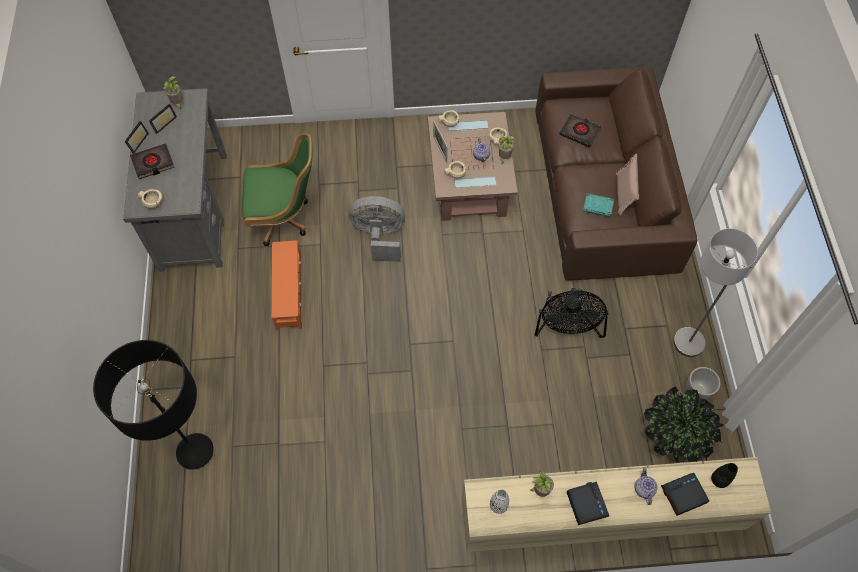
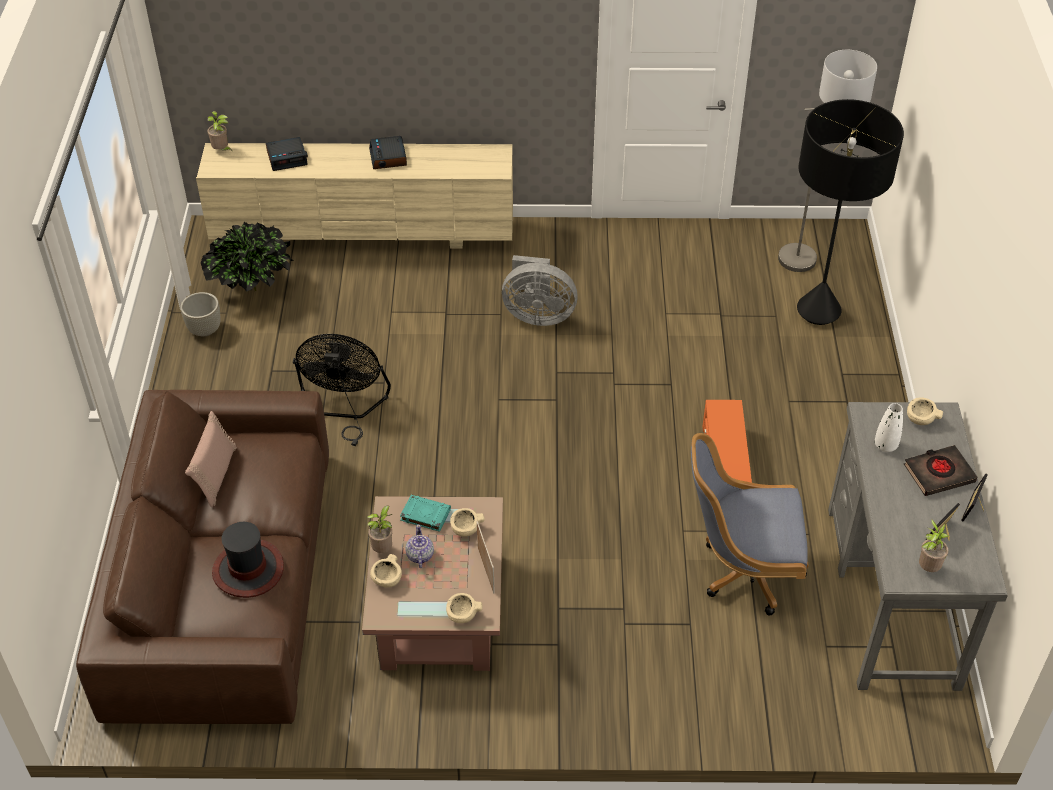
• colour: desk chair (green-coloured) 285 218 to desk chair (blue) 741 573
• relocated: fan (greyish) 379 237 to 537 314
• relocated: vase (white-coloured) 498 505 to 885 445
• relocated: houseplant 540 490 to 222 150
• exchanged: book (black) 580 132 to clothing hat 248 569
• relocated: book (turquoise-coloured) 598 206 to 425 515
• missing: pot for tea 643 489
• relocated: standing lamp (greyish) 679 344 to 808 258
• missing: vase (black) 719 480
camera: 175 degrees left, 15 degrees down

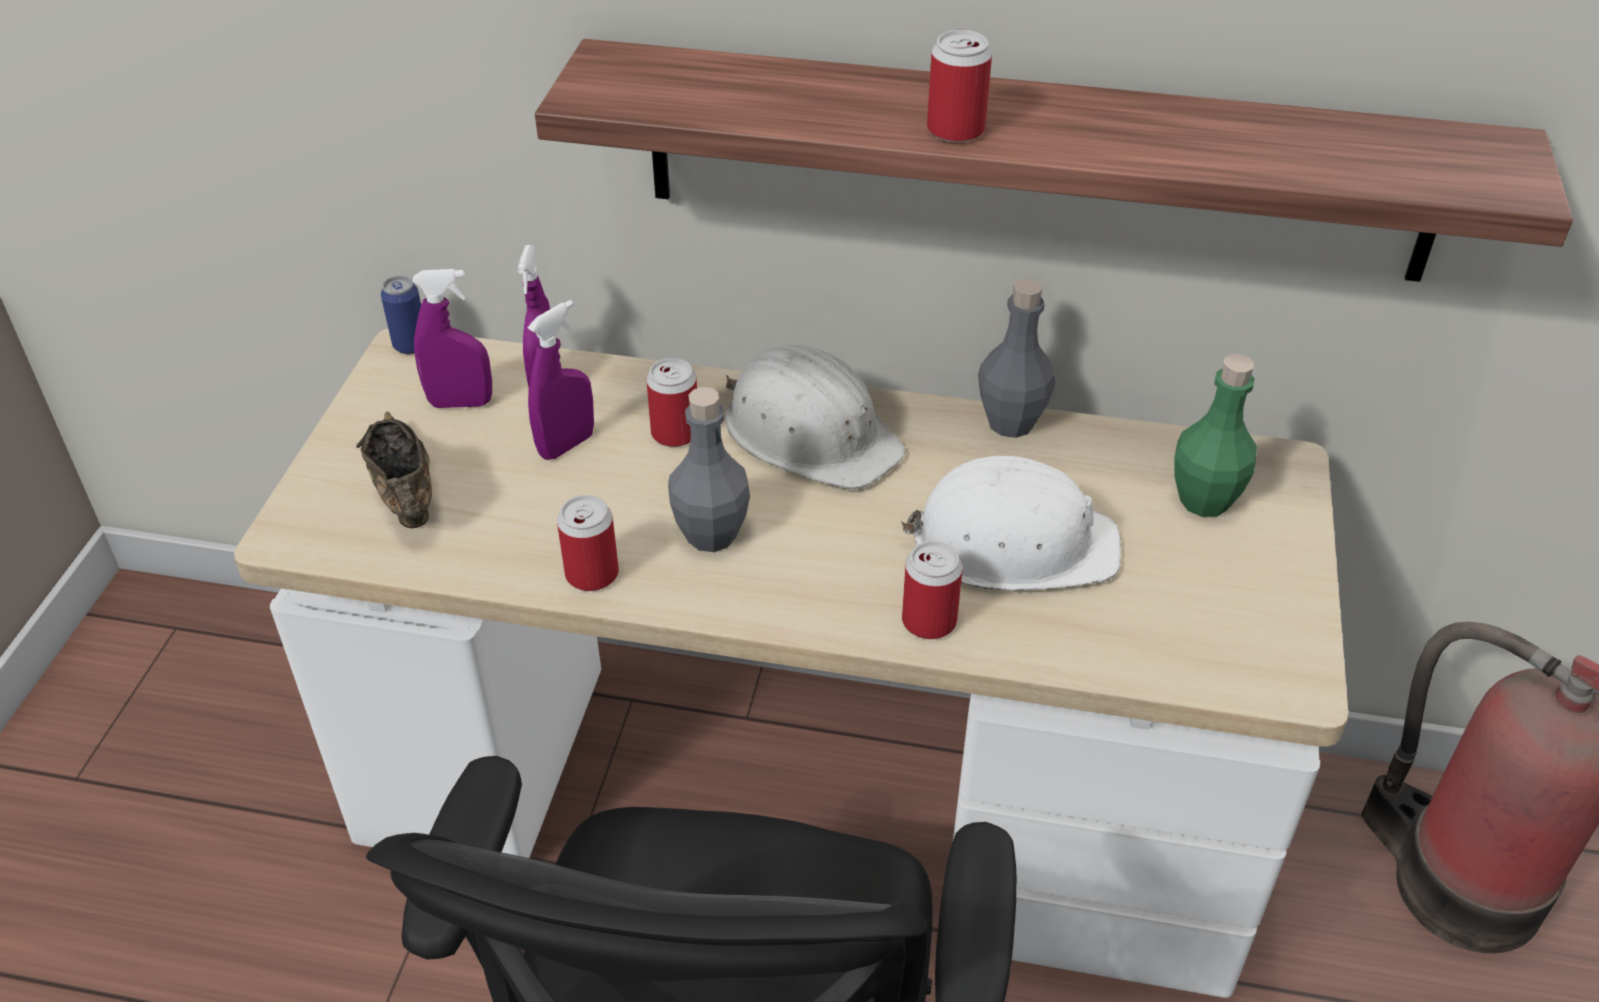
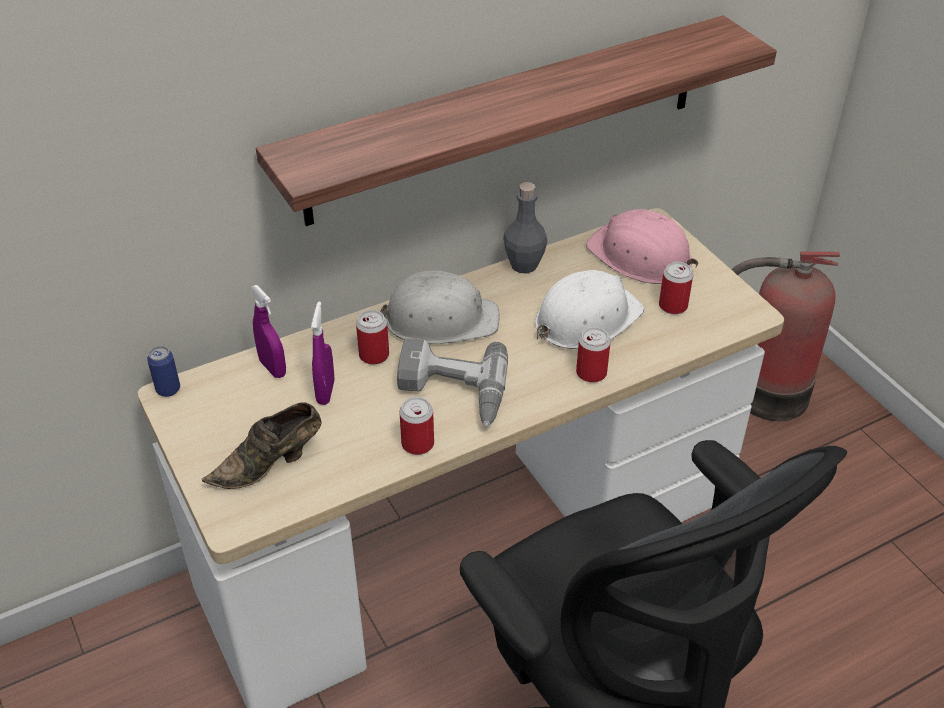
• spun: item of footwear (brown) 405 494 = 270 465 60 degrees counterclockwise
• missing: spray bottle (purple-coloured) 461 403
• exchanged: beverage bottle (greyish) 711 534 to electric drill 451 392
• relocated: metal can 955 130 to 673 306
• exchanged: beverage bottle (green-coloured) 1204 500 to hard hat (pink) 640 256
camera: 40 degrees left, 0 degrees up

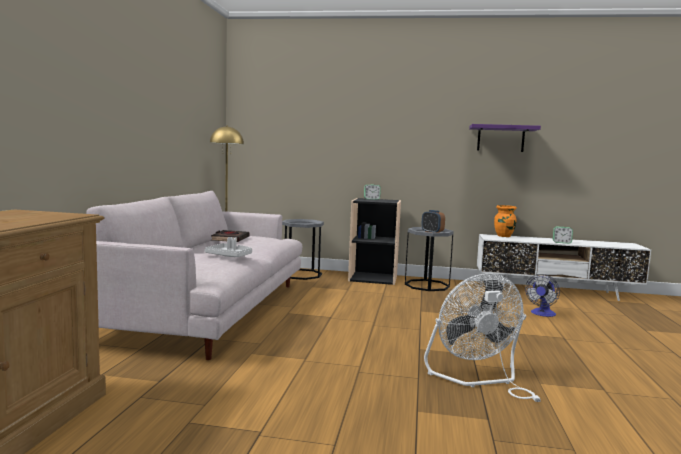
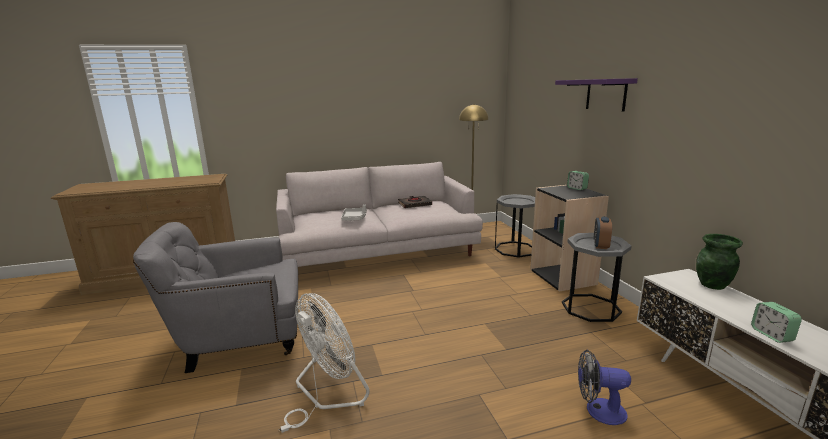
• relocated: wall shelf (purple-coloured) 500 138 to 606 94
• colour: vase (orange) 504 236 to vase (green-coloured) 712 285
• appeared: easy chair (greyish) 239 338
camera: 65 degrees right, 10 degrees up

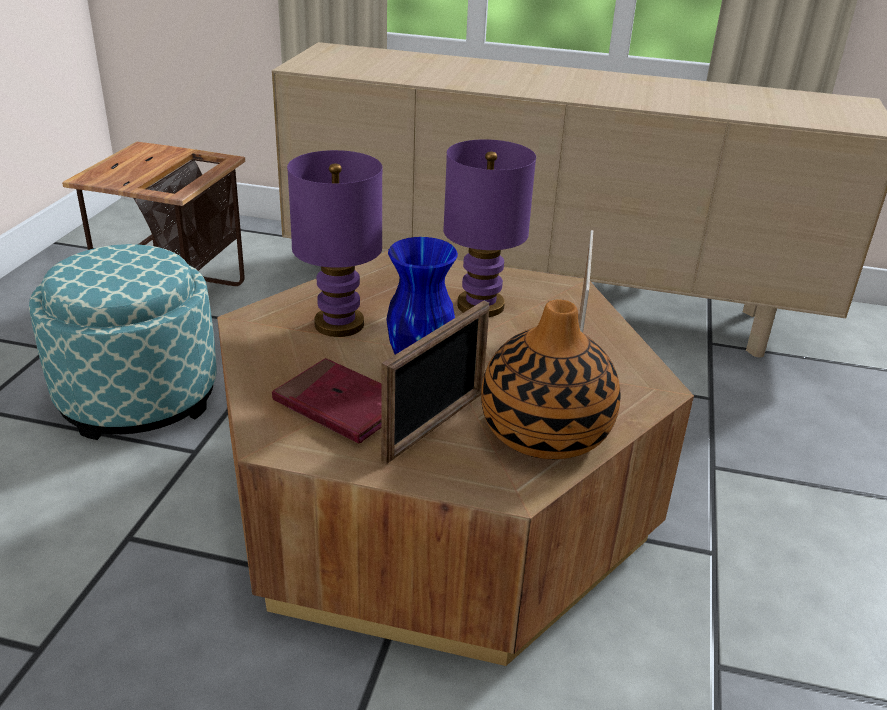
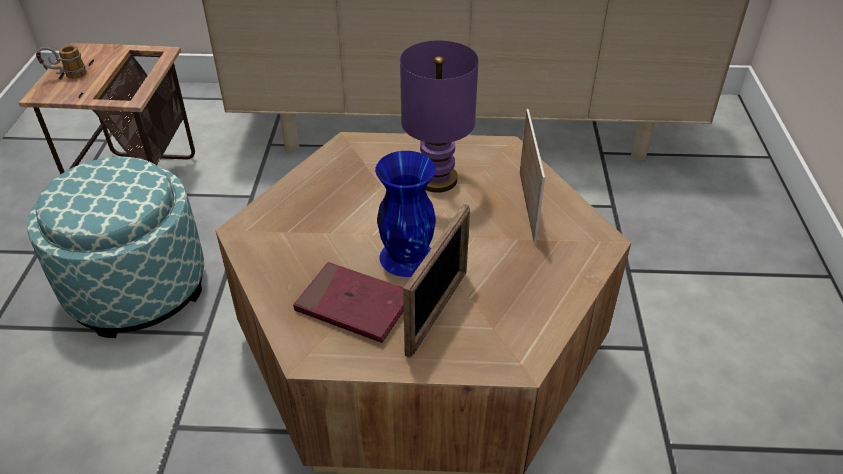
• missing: lamp for a table (purple-coloured) 338 324
• missing: vase 544 432
• appeared: coffee mug 66 76
camera: 10 degrees left, 10 degrees up

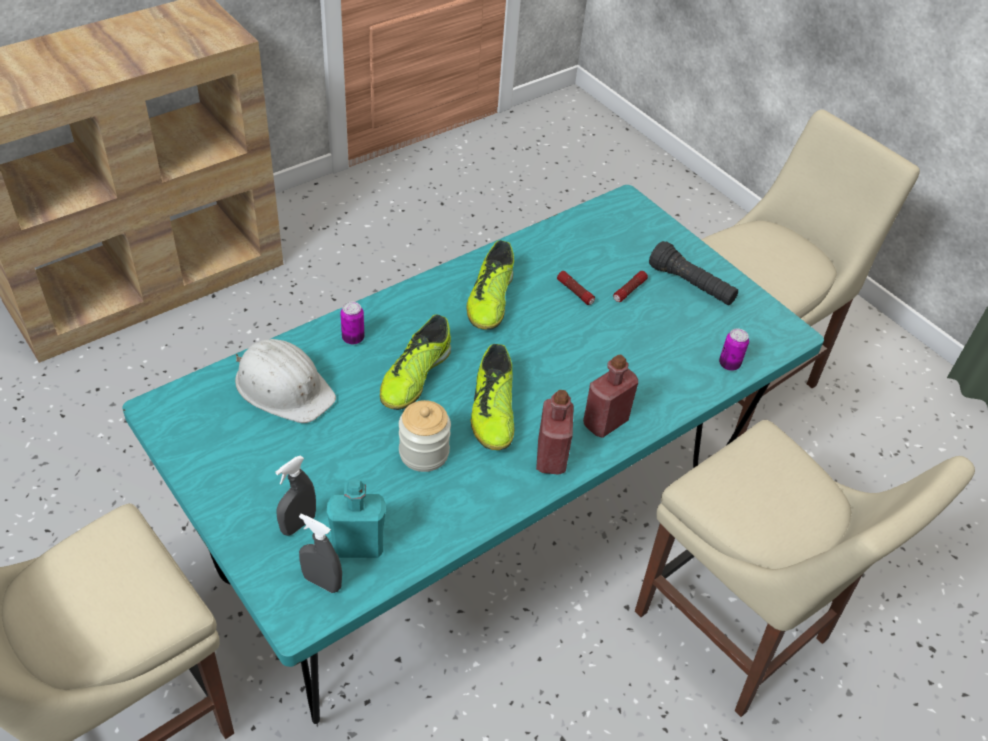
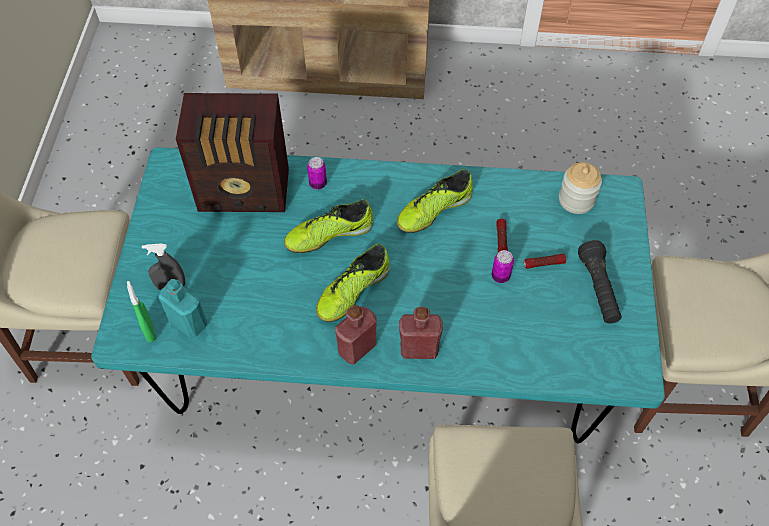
• exchanged: hard hat (white-coloured) 284 387 to radio set 246 192
• colour: spray bottle (greyish) 322 582 to spray bottle (green-coloured) 149 330
• relocated: preserve jar 424 453 to 576 200
• relocated: metal can 729 364 to 500 276
camera: 45 degrees right, 10 degrees up

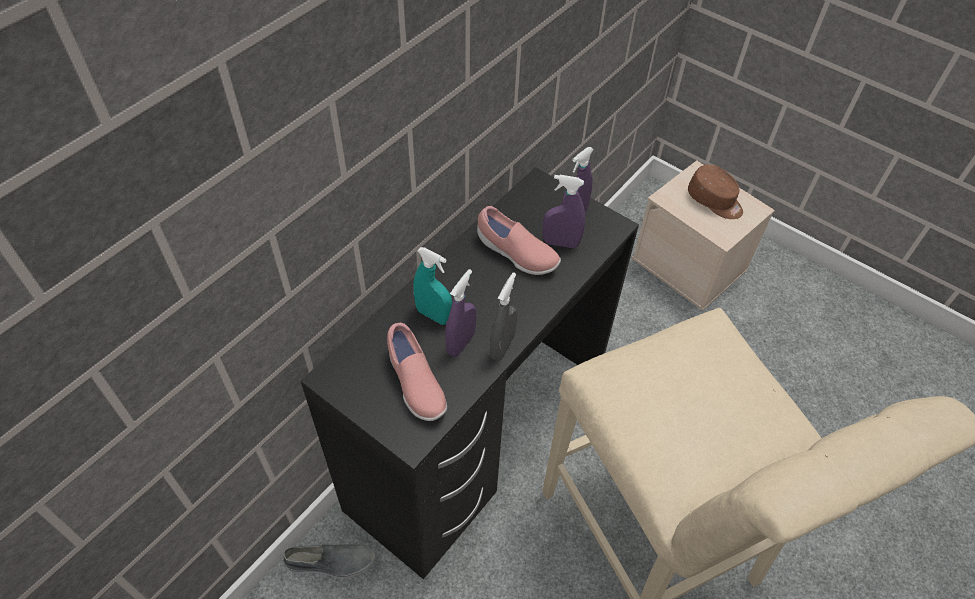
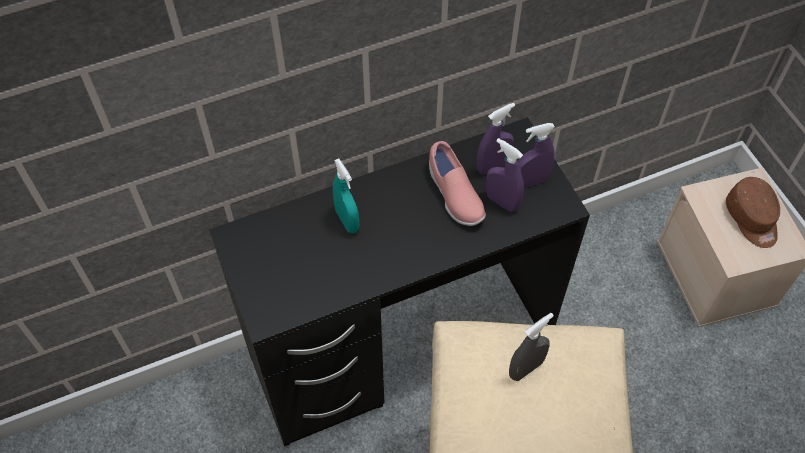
• missing: item of footwear (greyish) 331 563
• missing: item of footwear (pink) 415 384
• relocated: spray bottle (purple-coloured) 461 343 to 493 166
• relocated: spray bottle (greyish) 502 347 to 526 368
camera: 30 degrees right, 5 degrees up

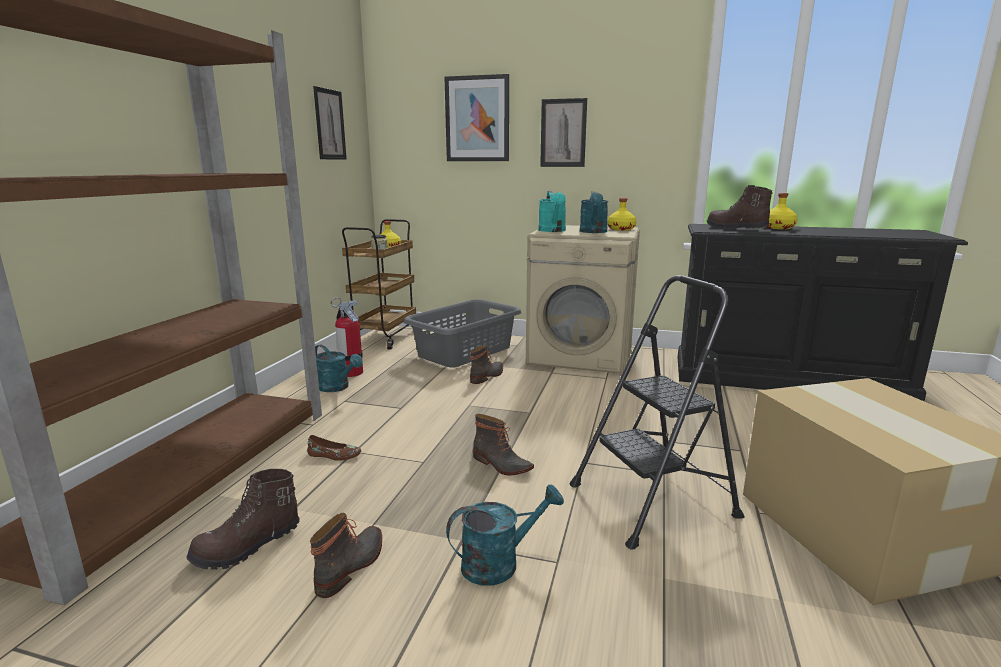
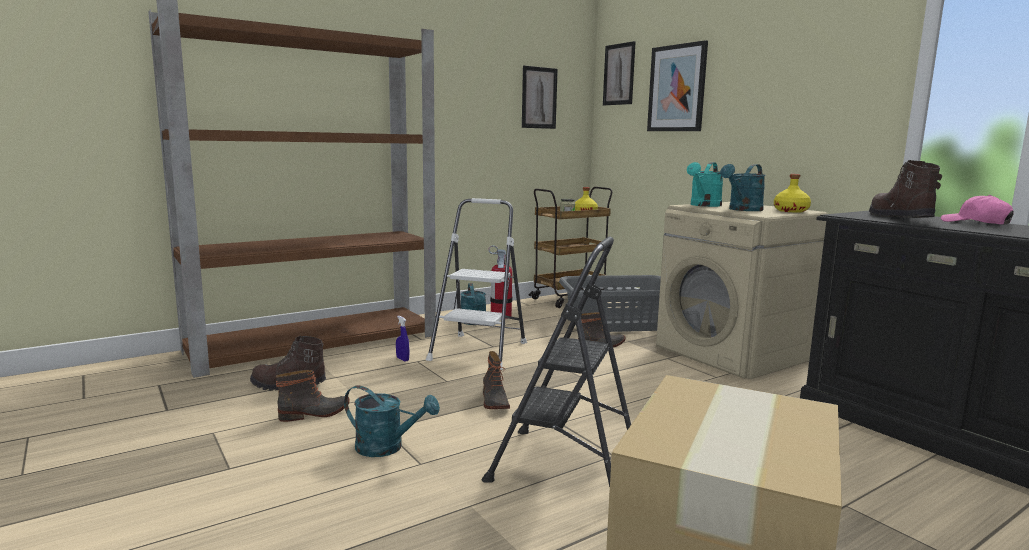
• exchanged: item of footwear (brown) 334 455 to spray bottle (blue) 402 359
• relocated: wall picture 563 133 to 619 74
• exchanged: beverage bottle (yellow) 778 228 to cap (pink) 975 223
• appeared: step ladder (white-coloured) 480 349
camera: 40 degrees right, 5 degrees down

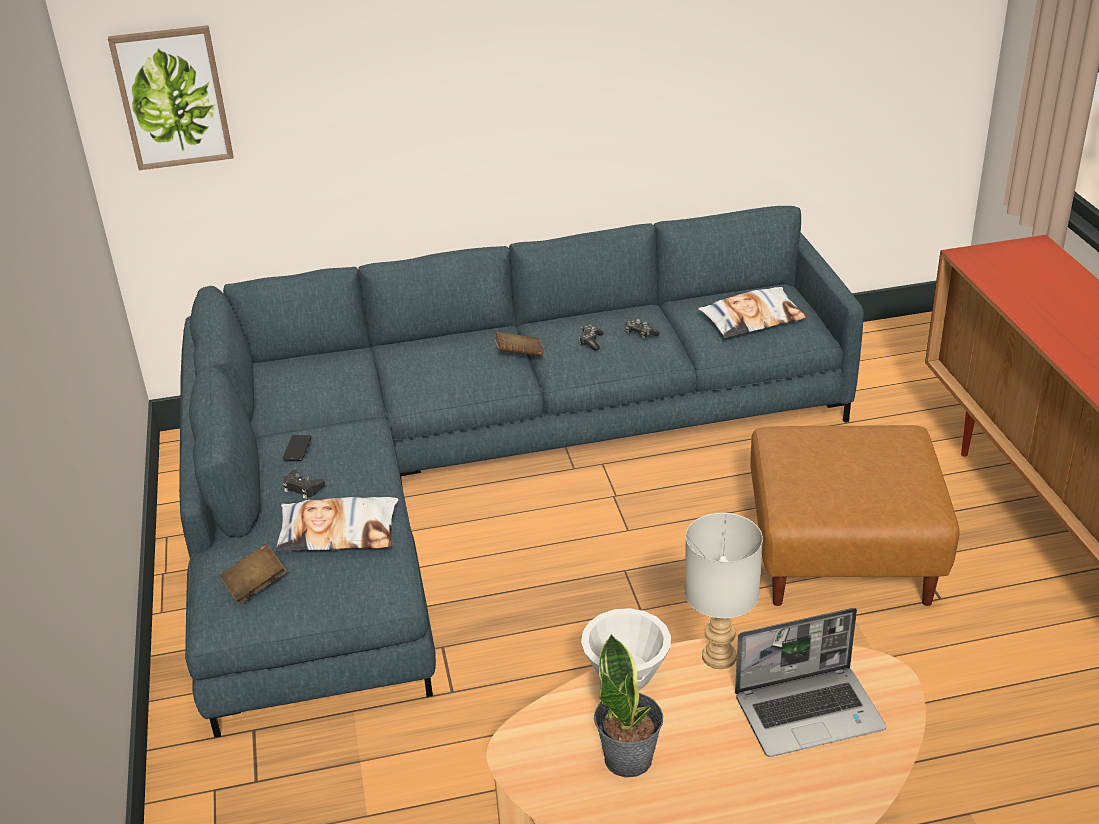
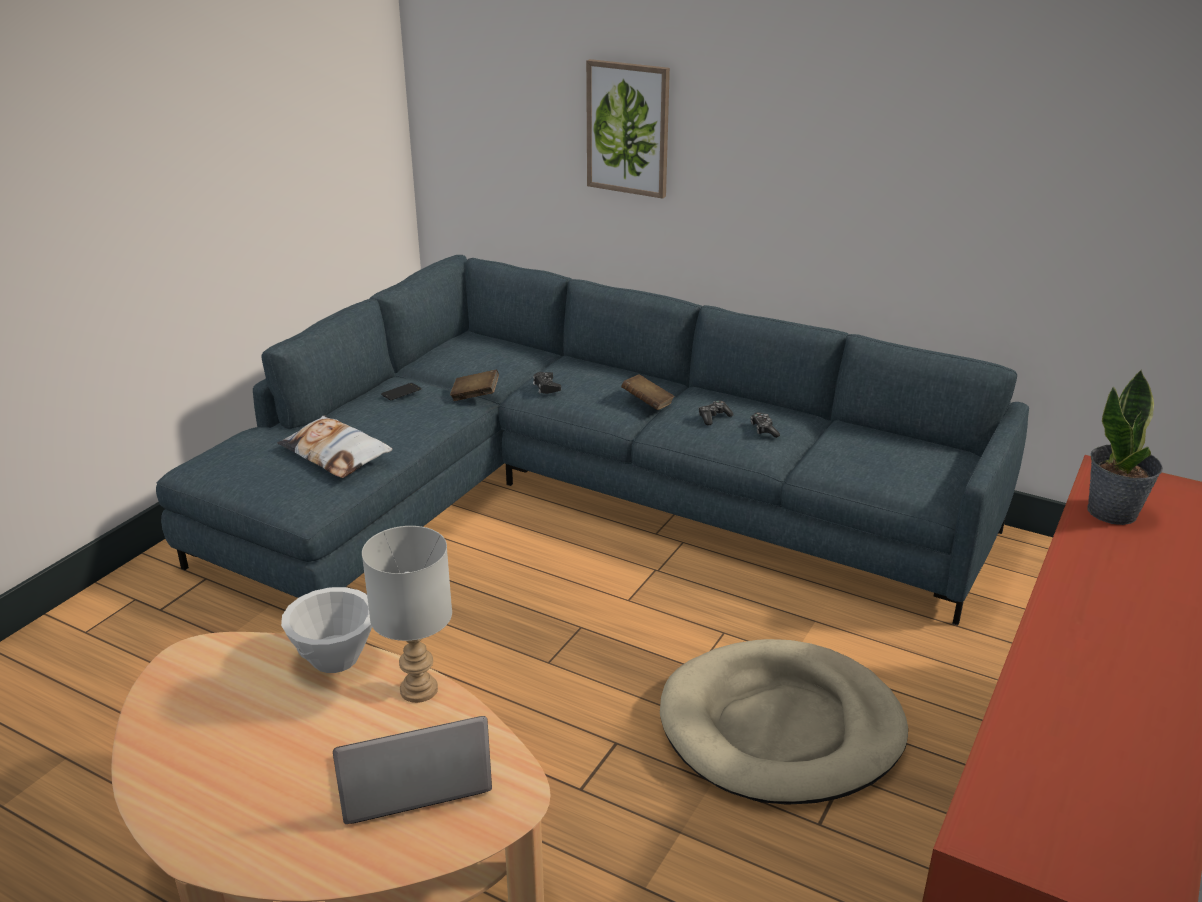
• relocated: wall picture 172 97 to 628 128
• relocated: book (brown) 255 585 to 475 396
• relocated: joypad (black) 303 488 to 546 387
• relocated: houseplant 629 758 to 1113 512
• missing: pillow 752 319
• spun: portable computer 810 712 = 409 778 135 degrees clockwise
• exchanged: pouffe (brown) 843 554 to dog cushion (beige) 781 728
camera: 40 degrees right, 5 degrees down

